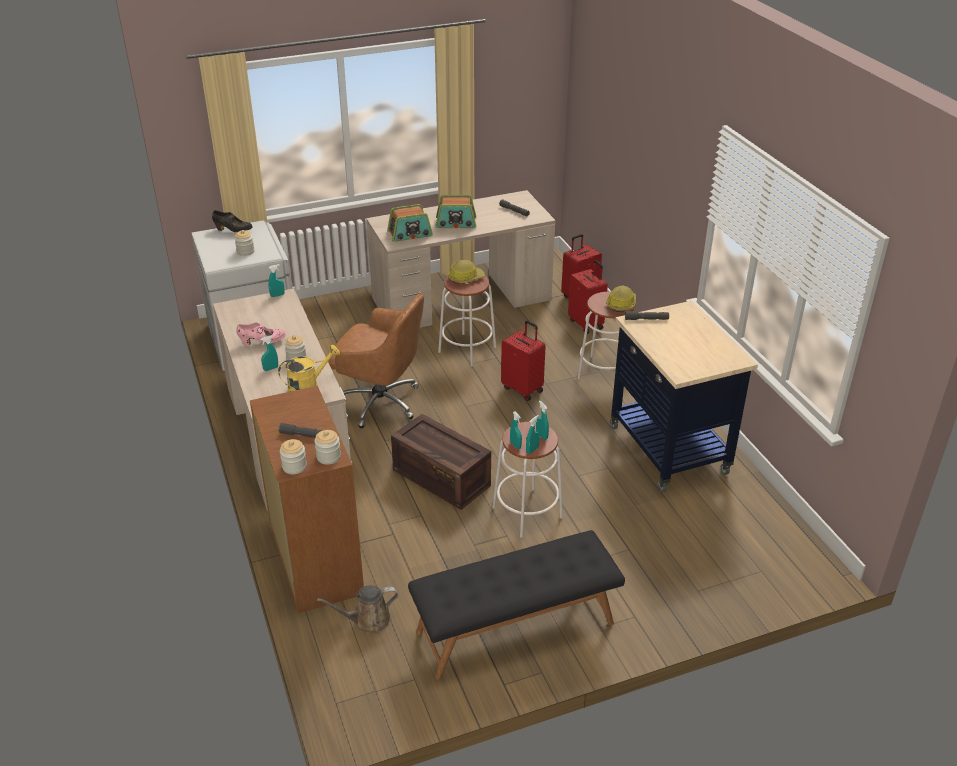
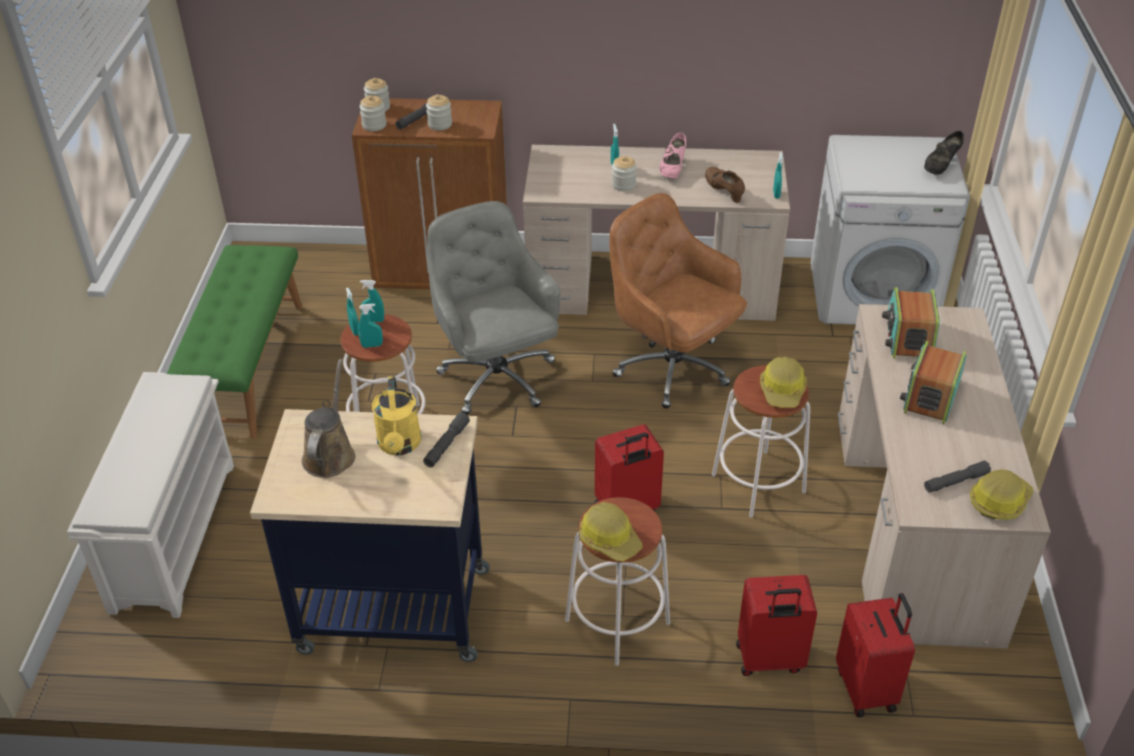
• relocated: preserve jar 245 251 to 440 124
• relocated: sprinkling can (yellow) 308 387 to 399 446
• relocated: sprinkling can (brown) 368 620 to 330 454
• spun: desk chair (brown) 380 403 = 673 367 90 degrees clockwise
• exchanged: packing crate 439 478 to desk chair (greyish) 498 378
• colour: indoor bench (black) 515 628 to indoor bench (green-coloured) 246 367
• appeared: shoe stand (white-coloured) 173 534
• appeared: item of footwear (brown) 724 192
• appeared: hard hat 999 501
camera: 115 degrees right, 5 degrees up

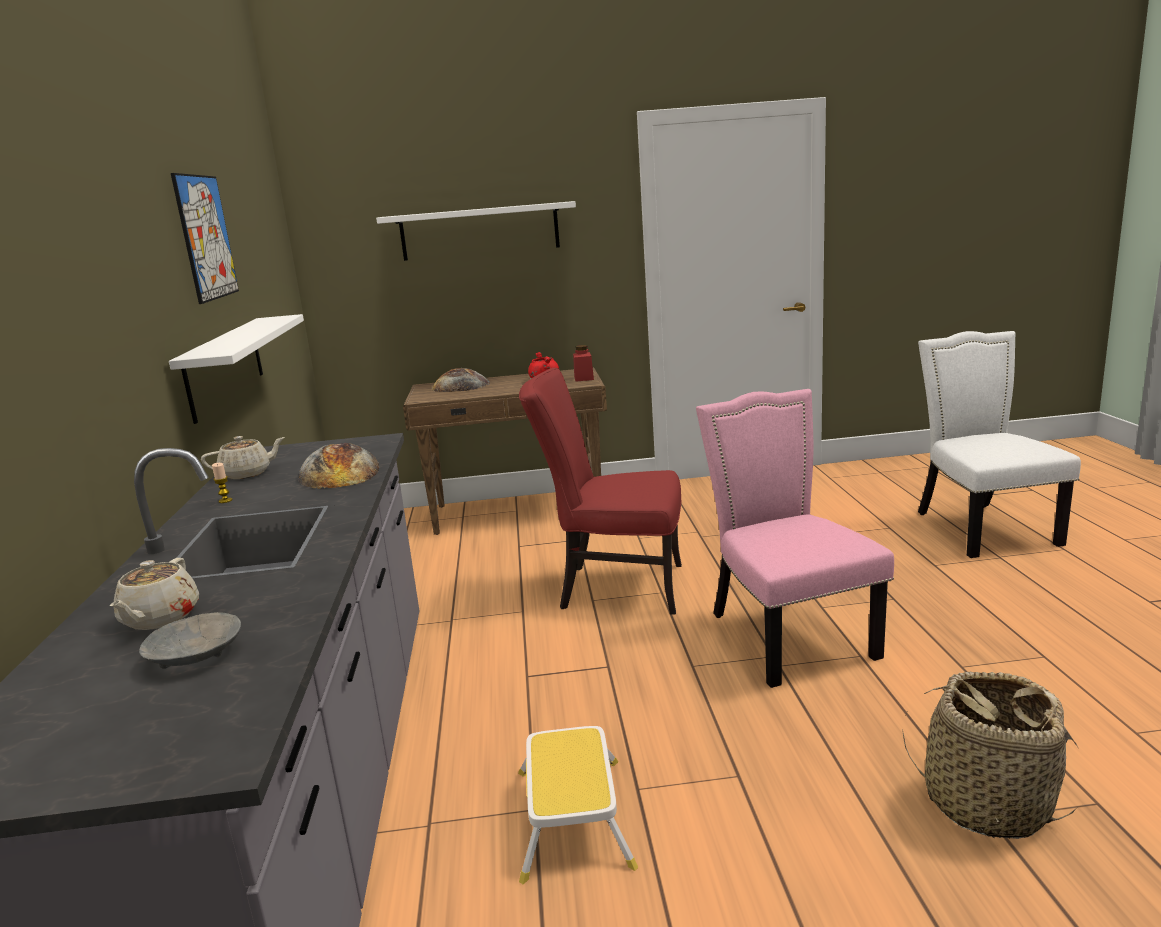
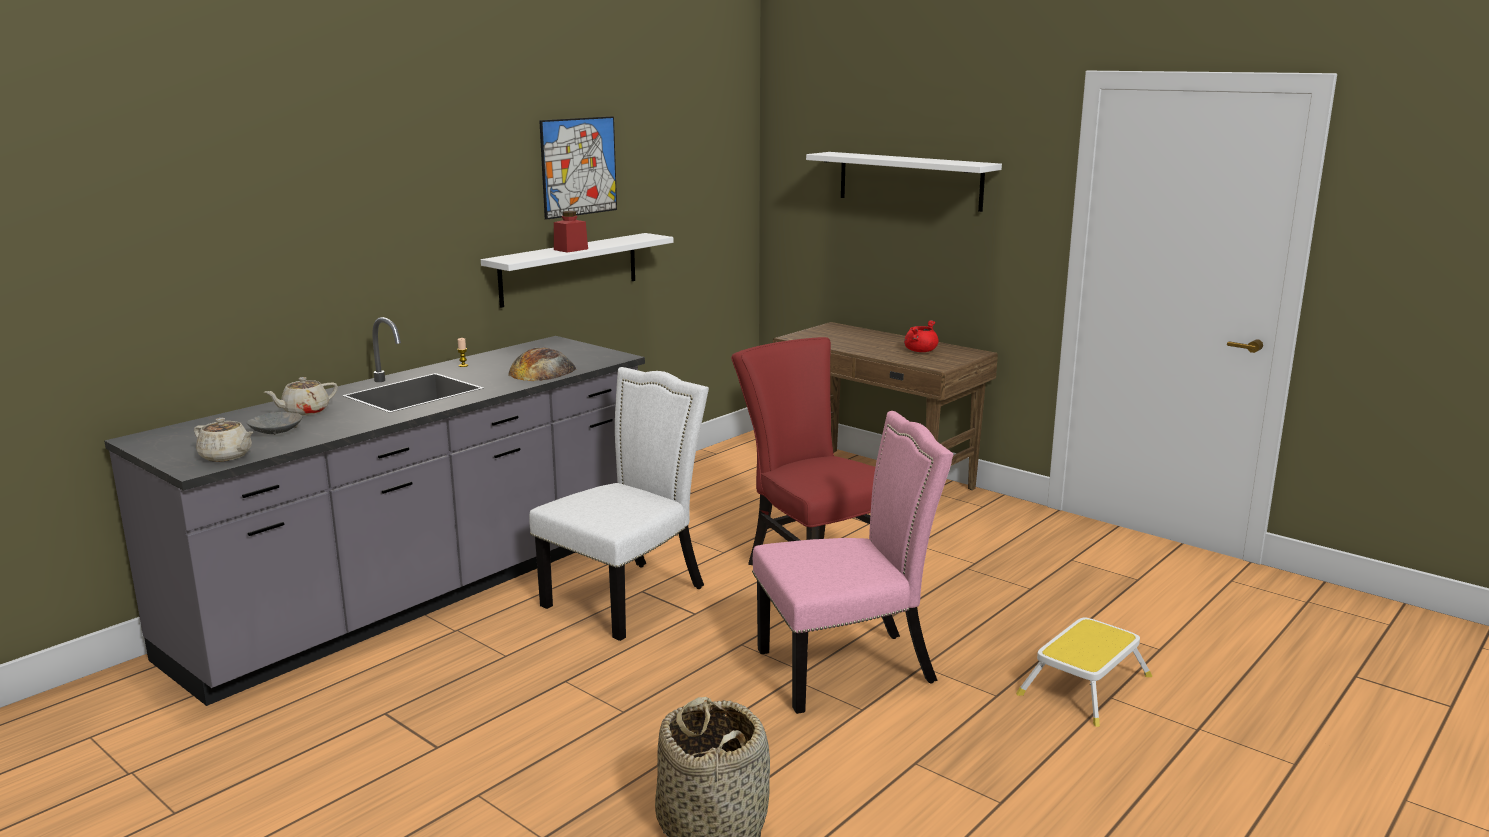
• relocated: pot for tea (beige) 247 474 to 226 456
• missing: bread 461 386
• relocated: step ladder (yellow) 572 817 to 1084 685
• relocated: preserve jar (red) 584 378 to 571 249
• spun: upright chair (pink) 790 639 = 843 669 45 degrees clockwise
• relocated: upright chair (white-coloured) 984 530 to 624 599
camera: 45 degrees right, 0 degrees up

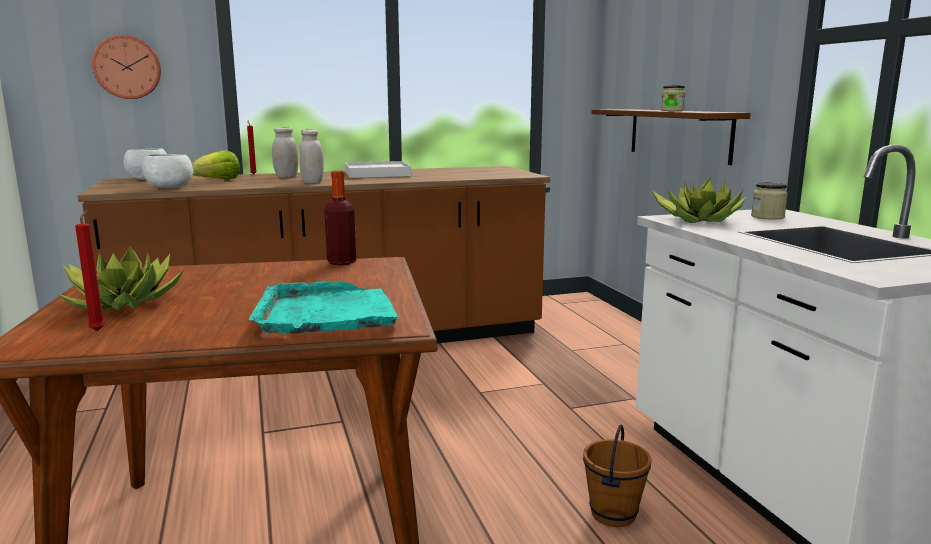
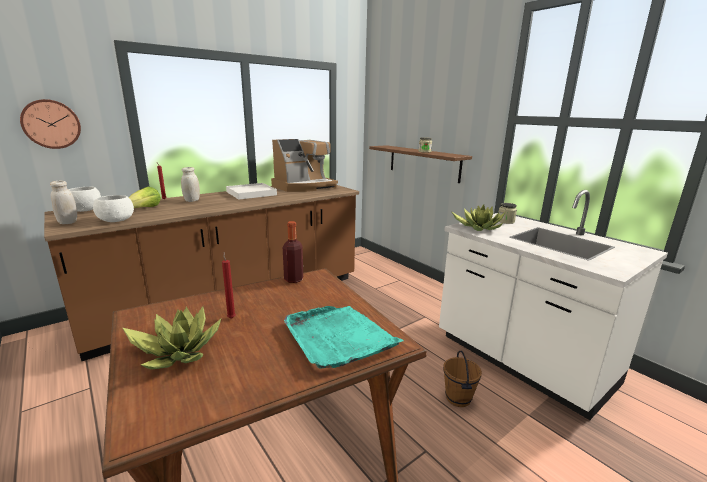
• relocated: wax candle (red) 99 330 to 231 317
• relocated: preserve jar (white-coloured) 312 182 to 68 222
• appeared: coffee brewer 304 187
camera: 20 degrees left, 5 degrees up

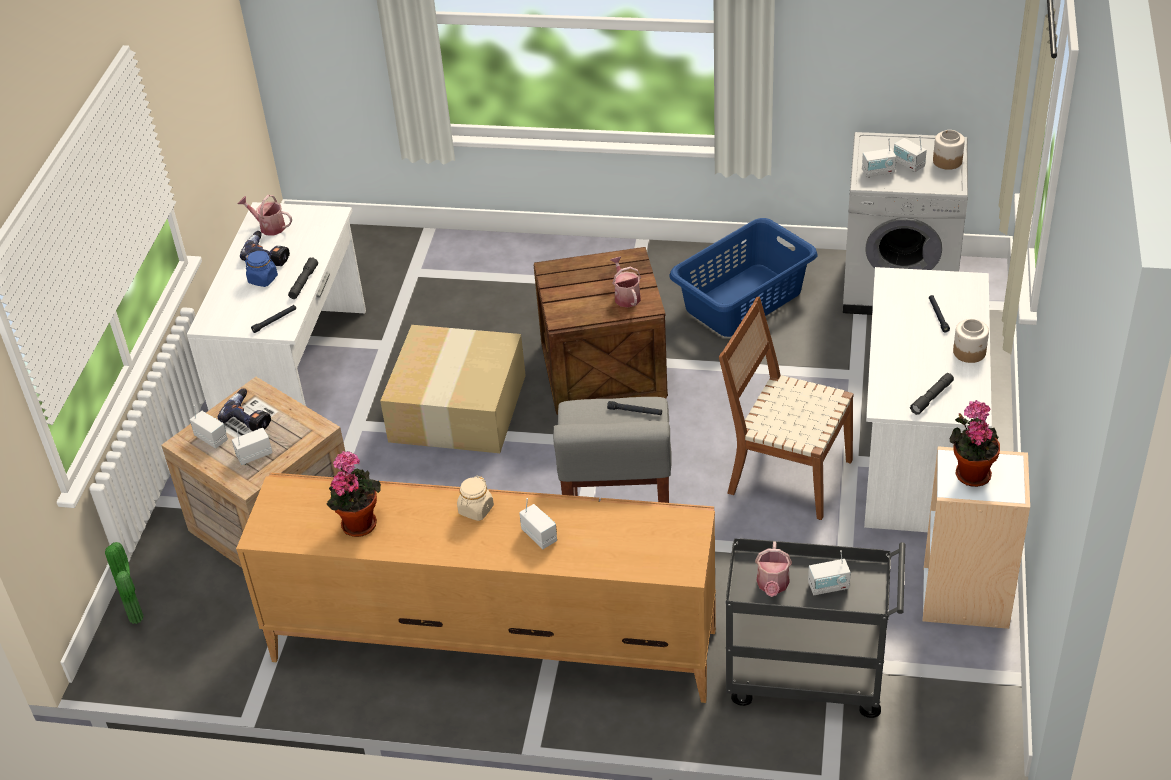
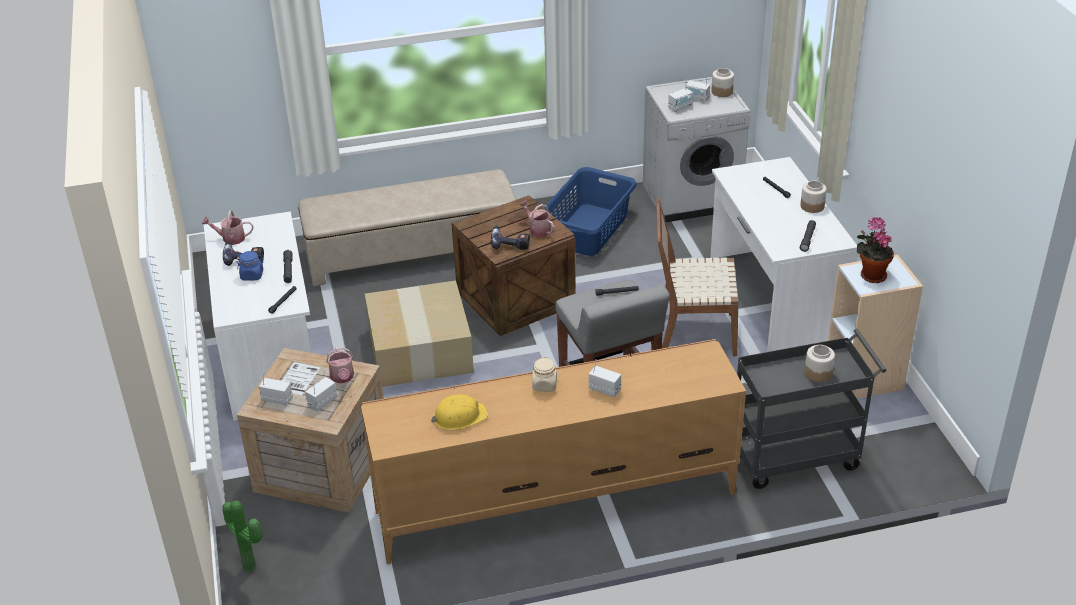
• relocated: electric drill 250 417 to 510 242
• exchanged: houseplant 358 522 to hard hat (yellow) 459 417
• relocated: sprinkling can 772 586 to 342 378
• exchanged: radio set 828 587 to preserve jar 818 373
• appeared: indoor bench (beige) 413 251
camera: 25 degrees left, 5 degrees down

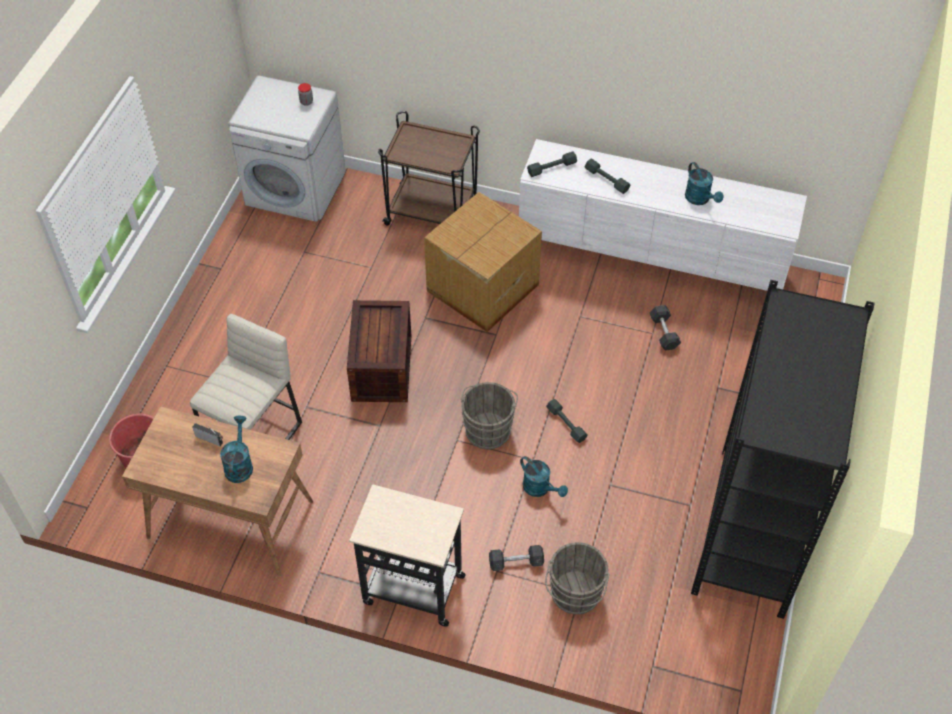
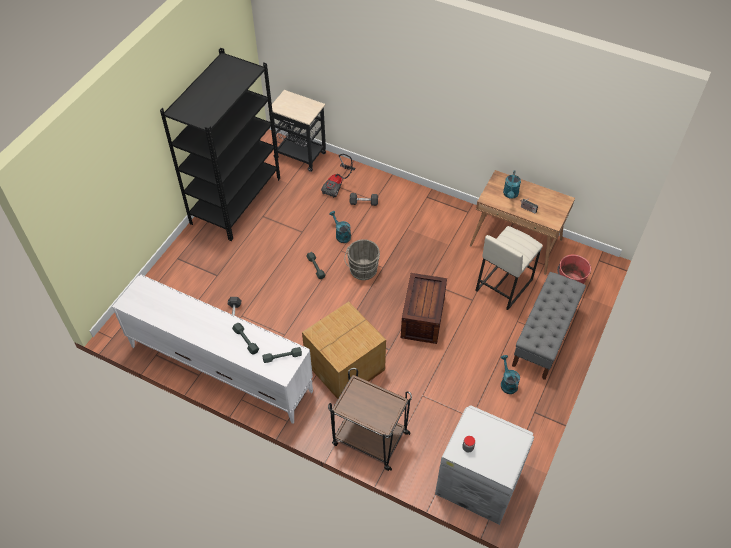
• relocated: wheeled cart 411 590 to 301 156
• exchanged: pail (greyish) 574 596 to vacuum 338 185
• relocated: sprinkling can (turquoise-coloured) 700 199 to 507 383
• appeared: indoor bench (greyish) 544 337
camera: 170 degrees left, 0 degrees up

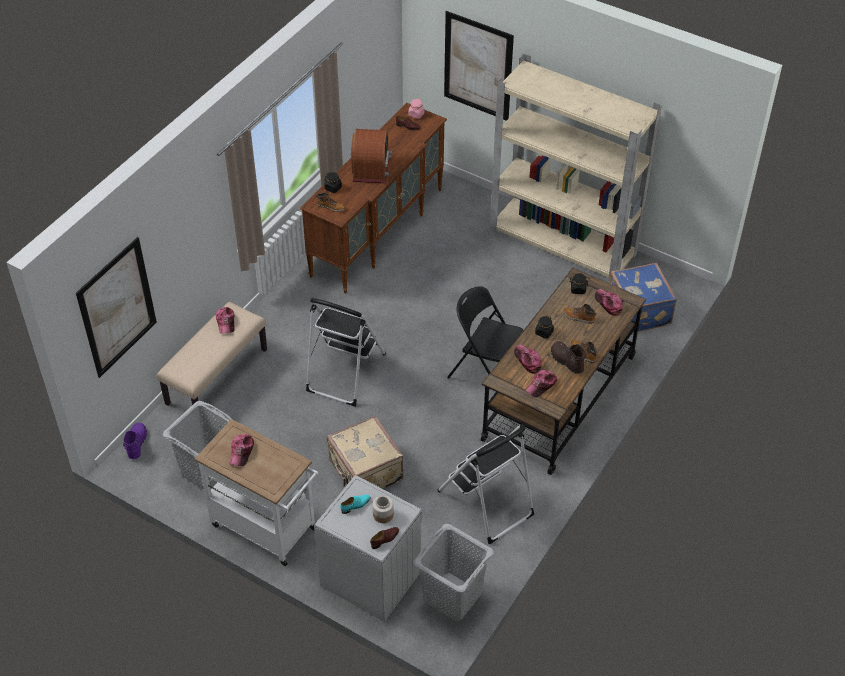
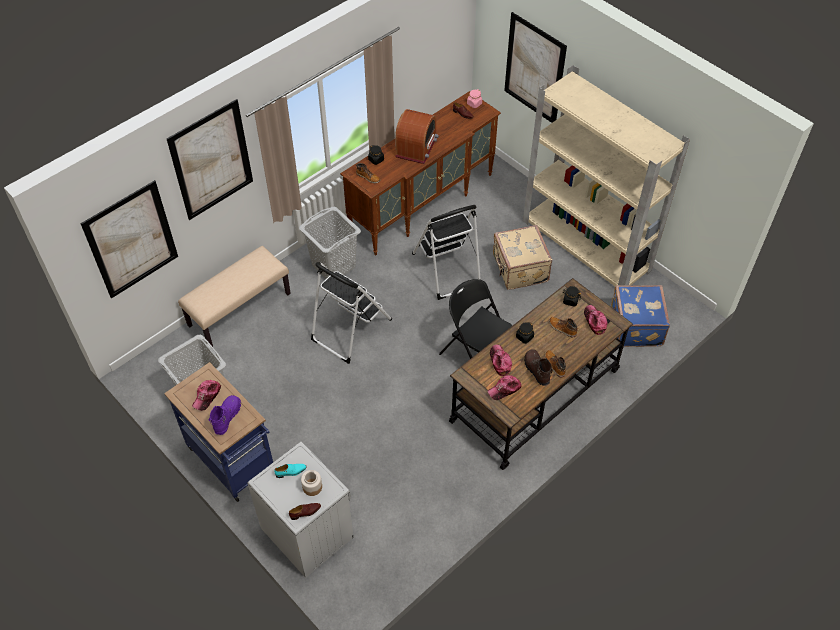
• relocated: tall boot (purple-coloured) 136 444 to 226 417
• colour: wheeled cart (white-coloured) 266 529 to wheeled cart (blue) 233 462
• missing: cap 226 322
• relocated: travel case (beige) 365 472 to 519 269
• relocated: washing basket (greyish) 452 596 to 333 265
• relocated: step ladder 486 505 to 446 271
• appeared: wall picture 212 160
camera: 15 degrees right, 5 degrees up

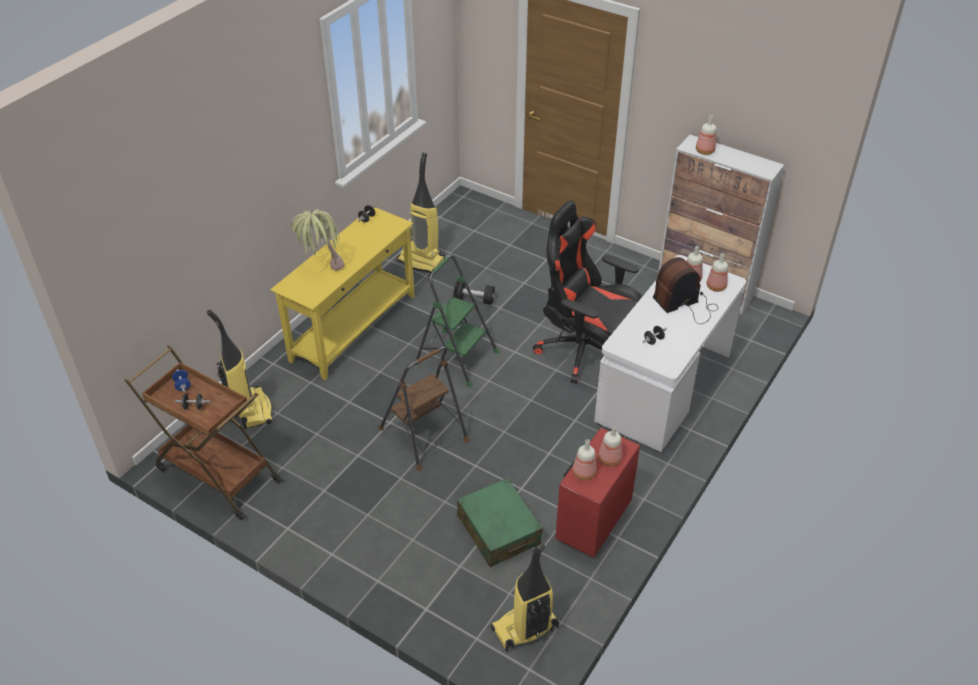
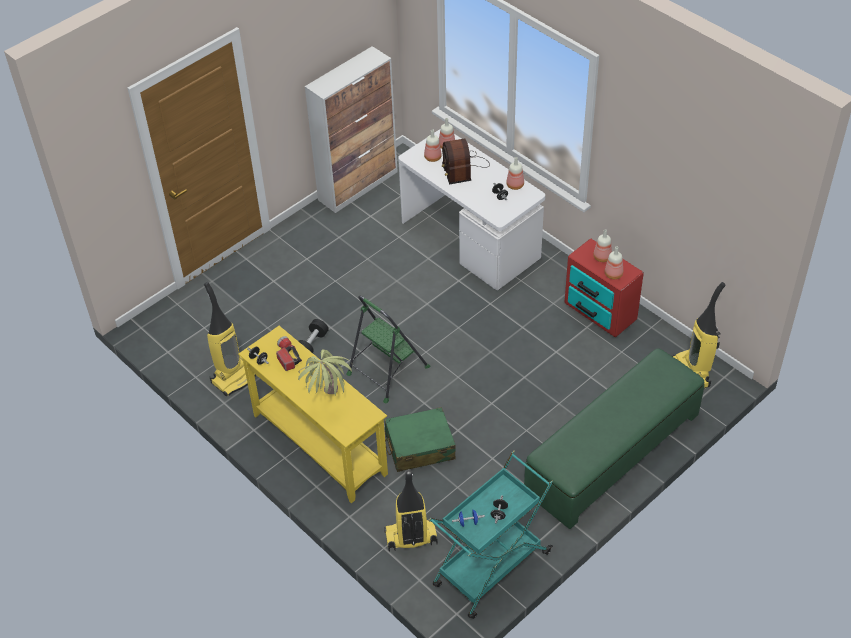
• colour: wheeled cart (brown) 218 475 to wheeled cart (turquoise-coloured) 491 569
• missing: step ladder (brown) 425 436
• relocated: travel case (green-coloured) 498 530 to 419 447
• missing: desk chair (black) 589 355
• relocated: beverage bottle 704 151 to 515 185
• appeared: flashlight 287 357
• appeared: indoor bench (green-coloured) 612 453
camera: 75 degrees left, 5 degrees up

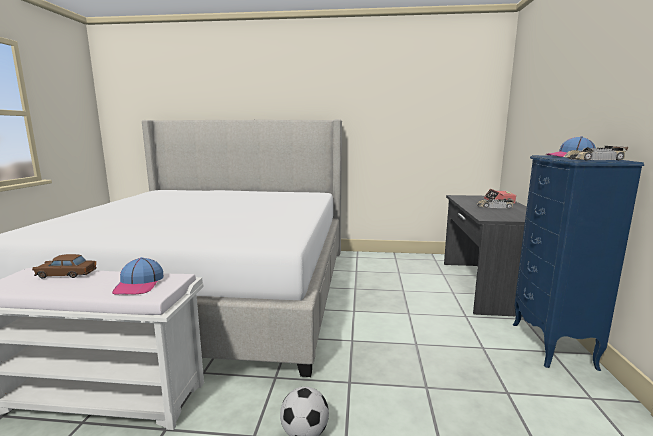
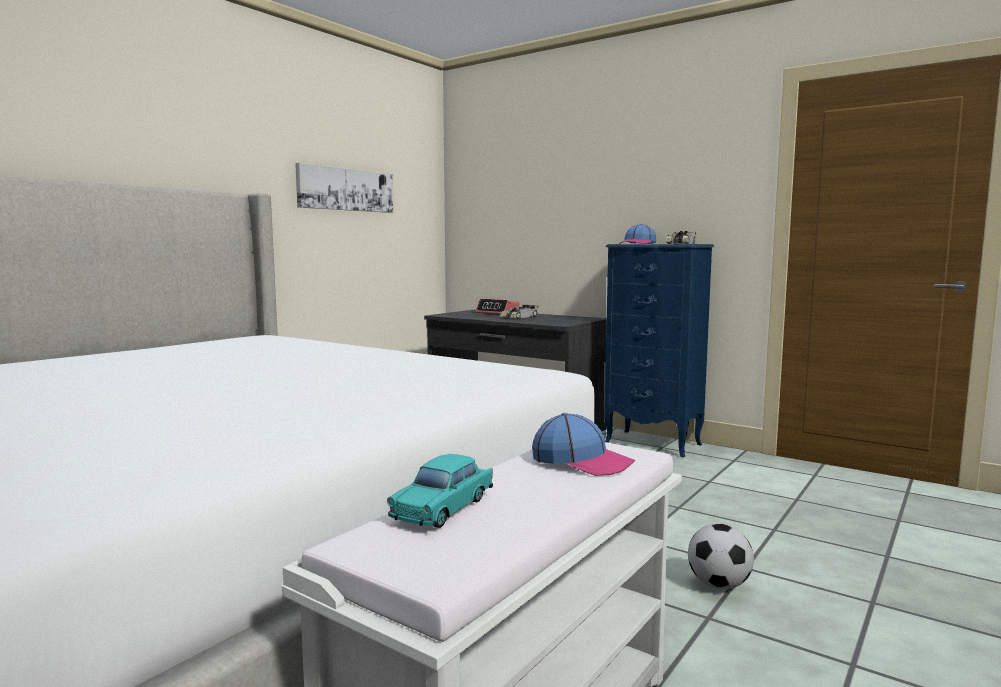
• colour: model car (brown) 66 274 to model car (turquoise-coloured) 444 507
• appeared: wall picture 346 189
camera: 60 degrees left, 5 degrees down

